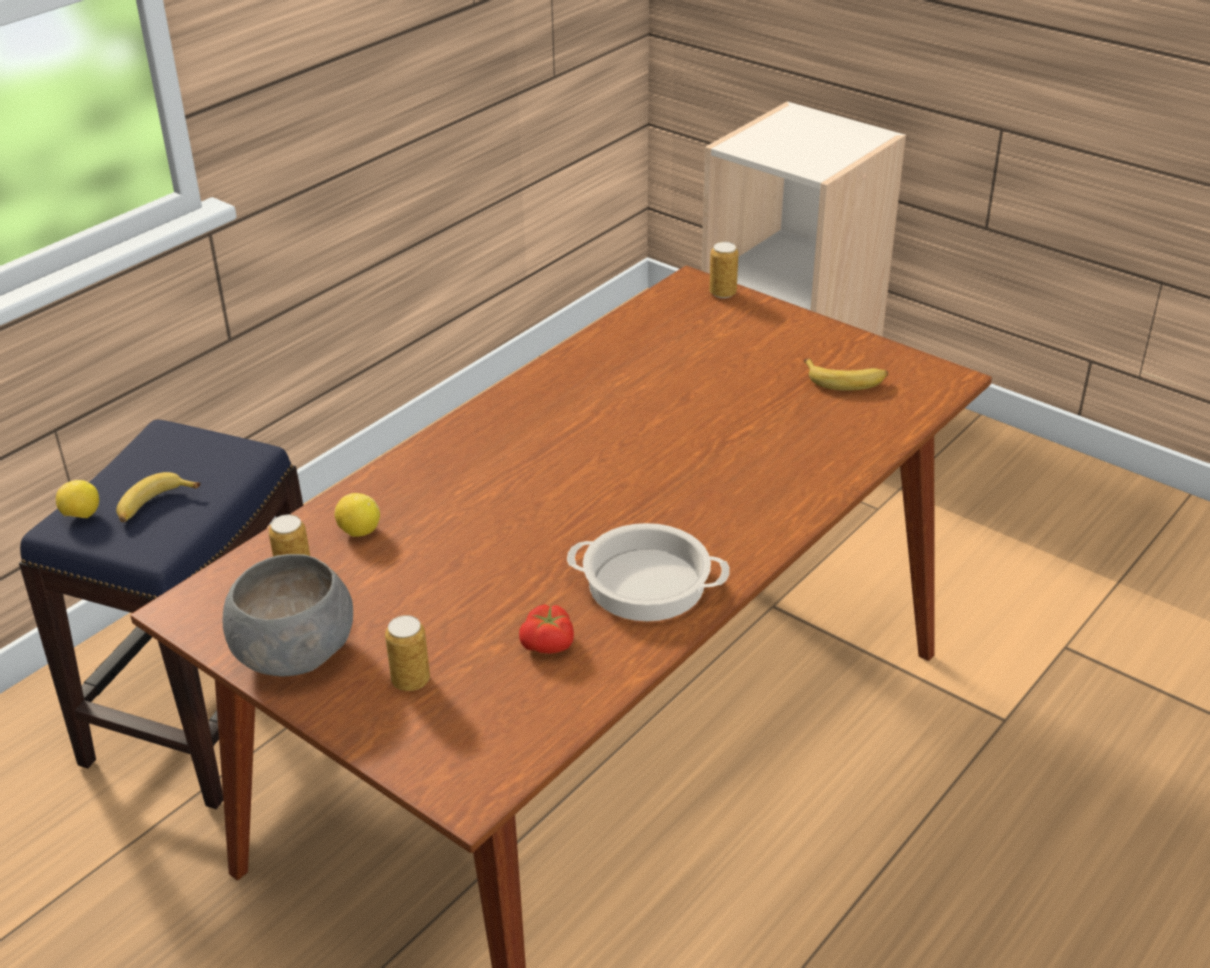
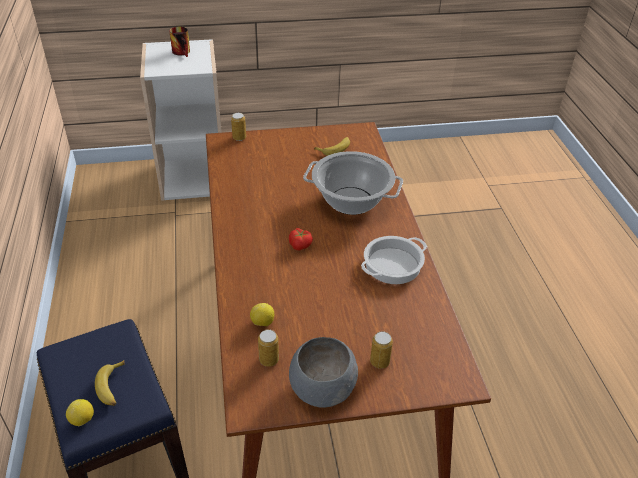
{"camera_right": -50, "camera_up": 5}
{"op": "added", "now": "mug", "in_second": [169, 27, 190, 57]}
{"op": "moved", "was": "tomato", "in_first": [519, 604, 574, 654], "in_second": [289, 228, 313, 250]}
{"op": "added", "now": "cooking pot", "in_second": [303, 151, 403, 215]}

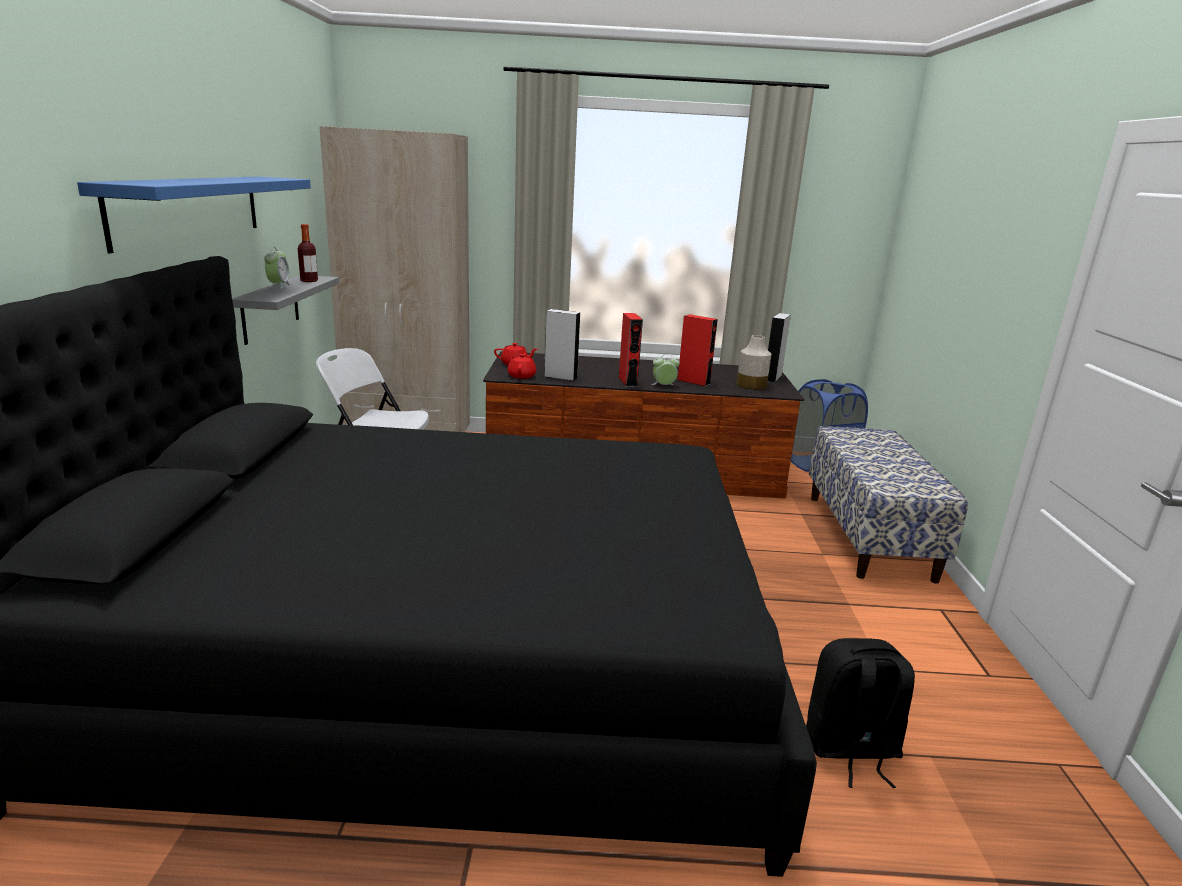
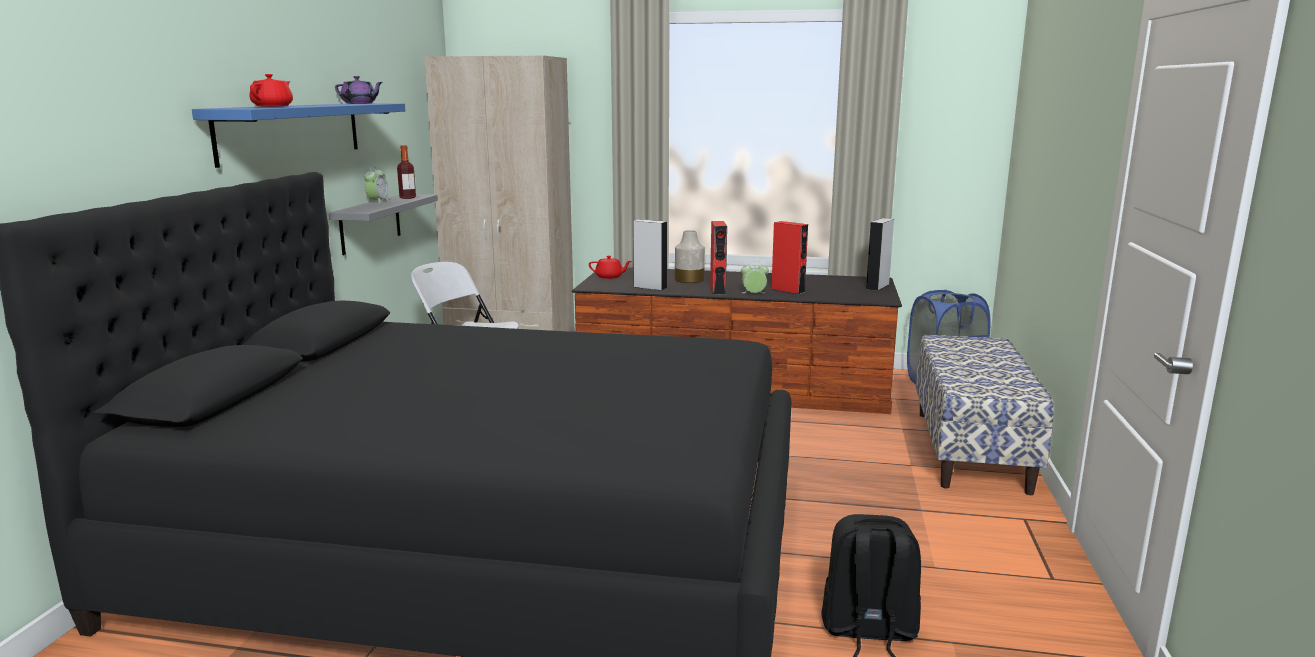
{"camera_right": 10, "camera_up": -5}
{"op": "moved", "was": "red teapot", "in_first": [507, 353, 536, 379], "in_second": [250, 74, 293, 107]}
{"op": "added", "now": "purple teapot", "in_second": [335, 76, 383, 104]}
{"op": "moved", "was": "beige vase", "in_first": [737, 335, 771, 390], "in_second": [675, 230, 705, 283]}

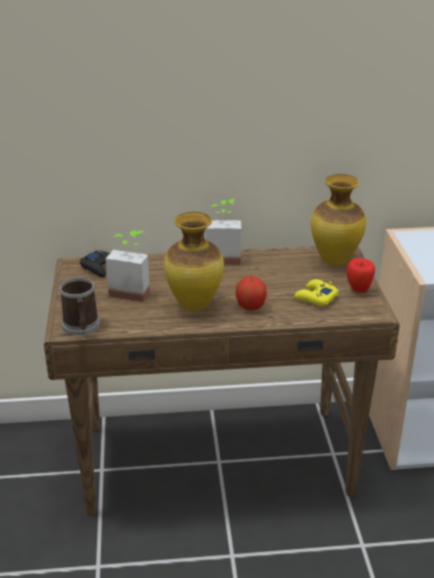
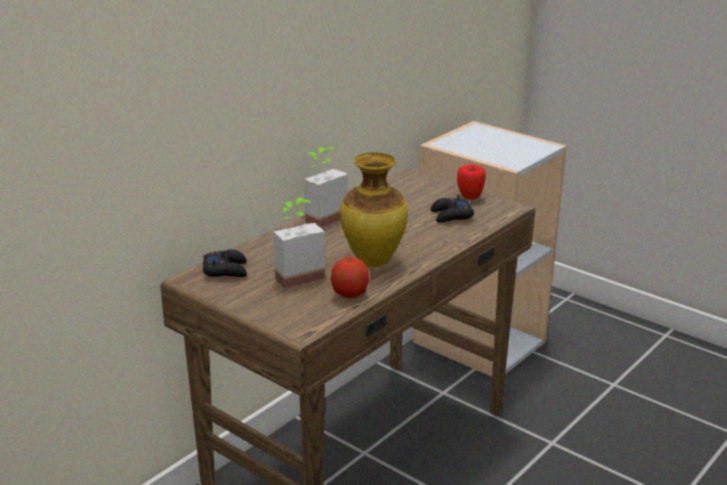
{"camera_right": -45, "camera_up": -5}
{"op": "moved", "was": "apple", "in_first": [235, 276, 267, 311], "in_second": [331, 257, 369, 298]}
{"op": "recoloured", "was": "yellow game controller", "now": "black game controller", "in_first": [294, 279, 339, 306], "in_second": [431, 194, 474, 223]}
{"op": "removed", "was": "mug", "in_first": [59, 277, 100, 336]}
{"op": "removed", "was": "vase", "in_first": [311, 174, 366, 266]}

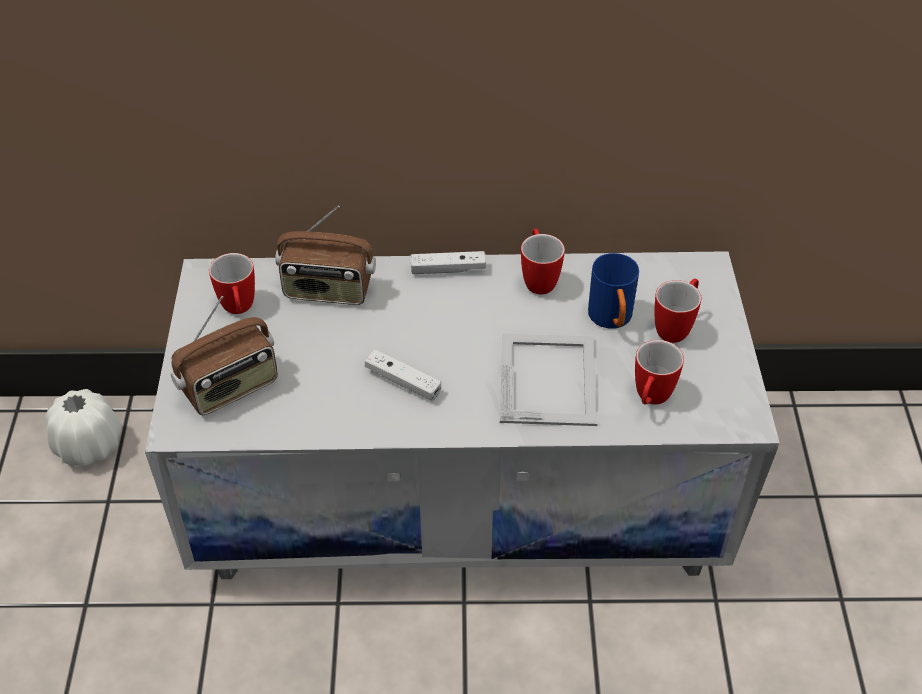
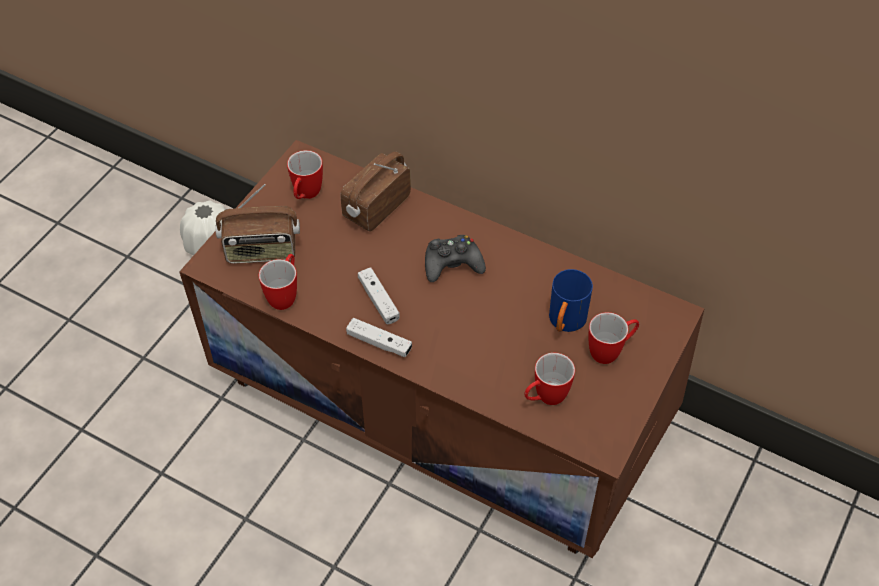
{"camera_right": 30, "camera_up": 5}
{"op": "recoloured", "was": "white tv stand", "now": "brown tv stand", "in_first": [145, 251, 780, 579], "in_second": [179, 140, 704, 558]}
{"op": "moved", "was": "mug", "in_first": [521, 228, 565, 294], "in_second": [259, 254, 297, 310]}
{"op": "turned", "was": "radio", "in_first": [275, 205, 376, 305], "in_second": [340, 152, 411, 232], "clockwise": 90}
{"op": "moved", "was": "white game controller", "in_first": [411, 251, 486, 274], "in_second": [346, 318, 412, 358]}
{"op": "added", "now": "black game controller", "in_second": [425, 235, 486, 282]}
{"op": "removed", "was": "picture frame", "in_first": [500, 334, 597, 426]}

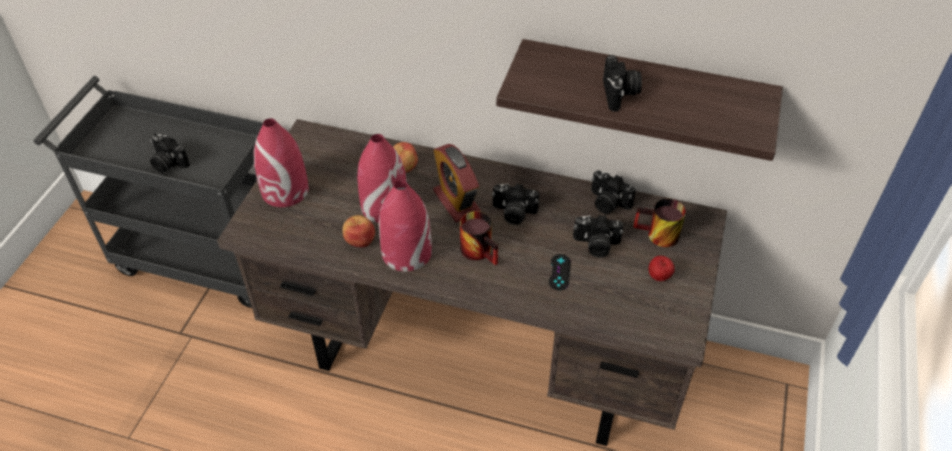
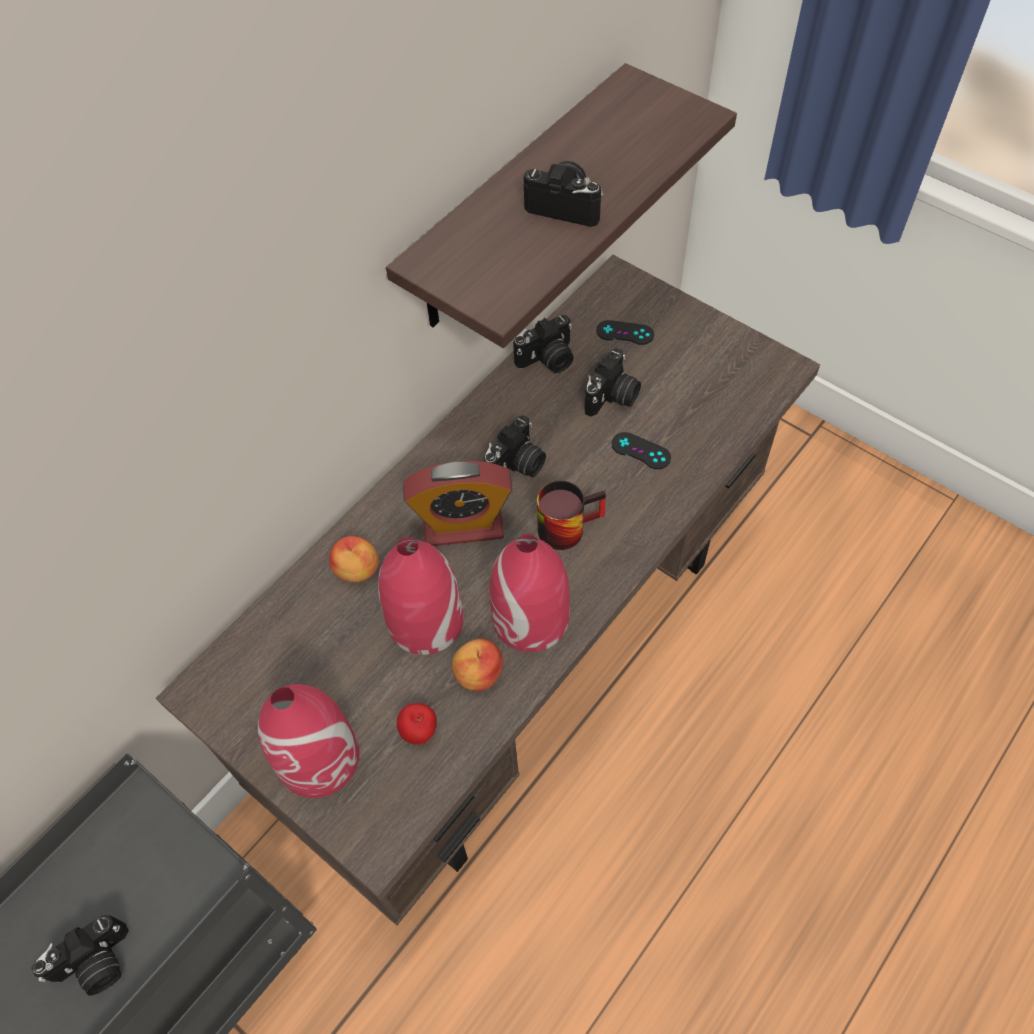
{"camera_right": -65, "camera_up": 10}
{"op": "moved", "was": "apple", "in_first": [649, 256, 675, 281], "in_second": [397, 703, 437, 745]}
{"op": "replaced", "was": "mug", "now": "black game controller", "in_first": [633, 199, 686, 247], "in_second": [596, 320, 654, 345]}

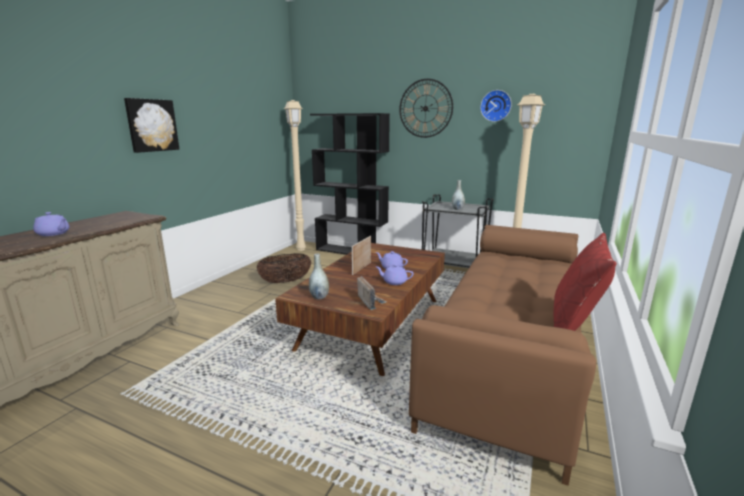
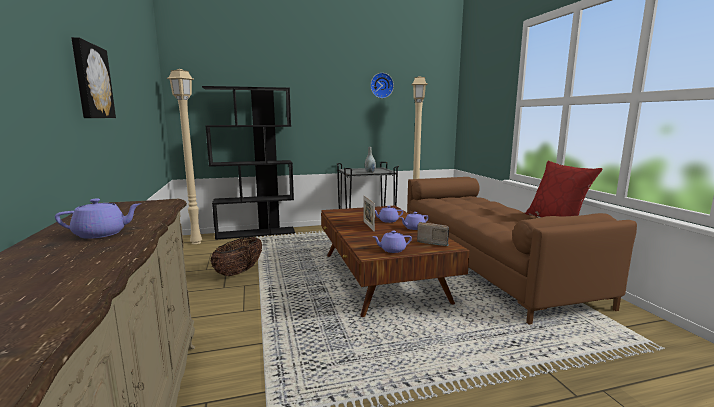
{"camera_right": -40, "camera_up": -5}
{"op": "replaced", "was": "grey vase", "now": "purple teapot", "in_first": [309, 254, 329, 299], "in_second": [372, 231, 412, 253]}
{"op": "removed", "was": "wall clock", "in_first": [399, 79, 453, 138]}

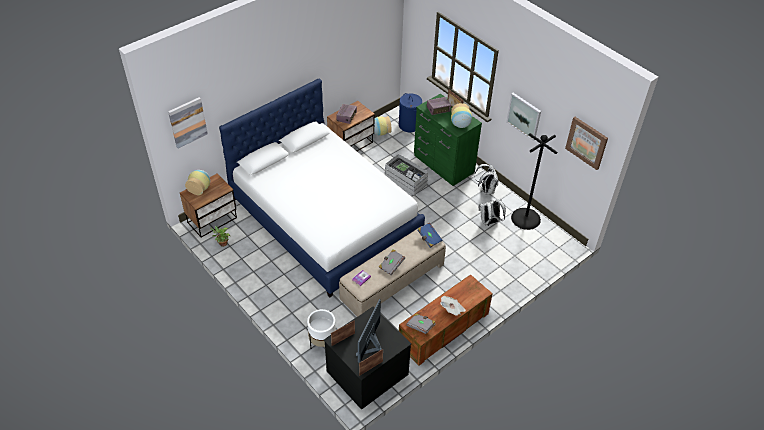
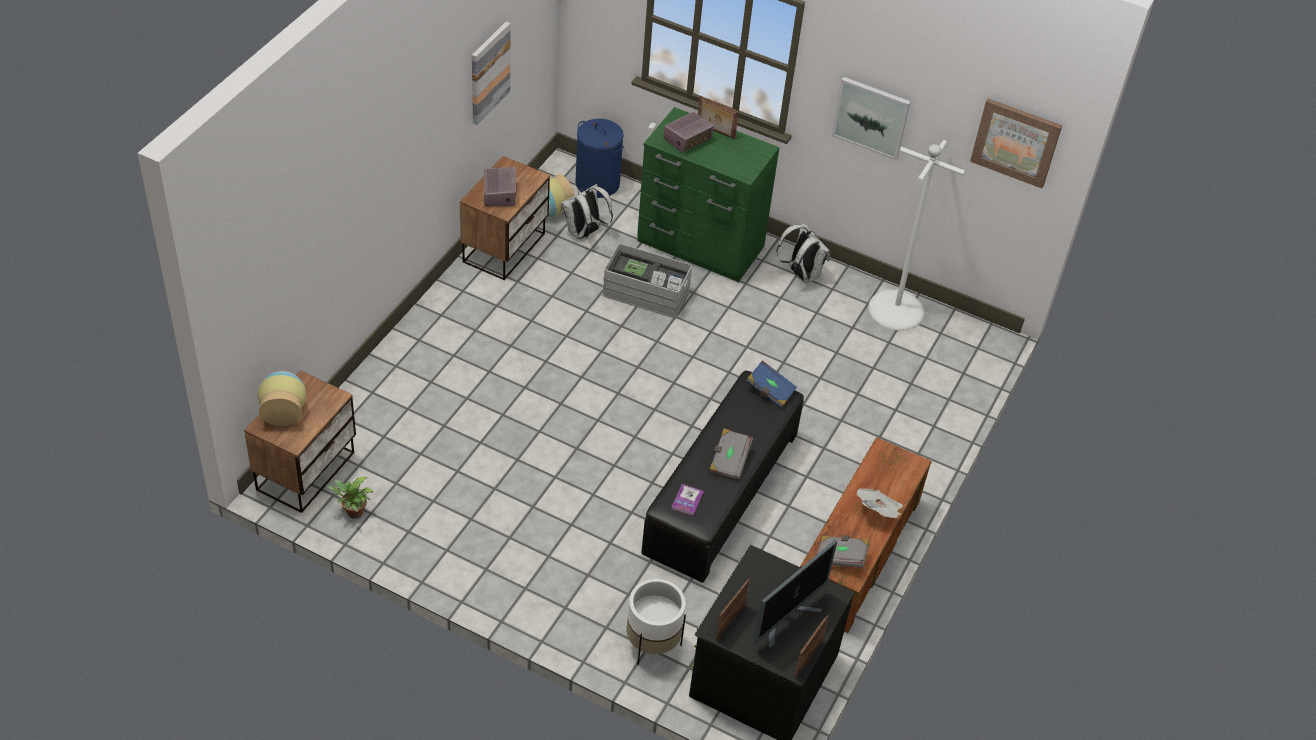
{"camera_right": -25, "camera_up": 0}
{"op": "moved", "was": "picture", "in_first": [168, 97, 208, 148], "in_second": [472, 22, 510, 125]}
{"op": "moved", "was": "white backpack", "in_first": [479, 199, 506, 226], "in_second": [561, 184, 613, 240]}
{"op": "recoloured", "was": "beige bench", "now": "black bench", "in_first": [339, 226, 446, 317], "in_second": [641, 371, 804, 583]}
{"op": "turned", "was": "monitor", "in_first": [356, 299, 382, 363], "in_second": [754, 540, 837, 648], "clockwise": -135}
{"op": "recoloured", "was": "black clothes rack", "now": "white clothes rack", "in_first": [511, 133, 557, 230], "in_second": [868, 140, 965, 331]}
{"op": "removed", "was": "white bed", "in_first": [219, 79, 425, 297]}
{"op": "removed", "was": "vase", "in_first": [451, 103, 472, 128]}

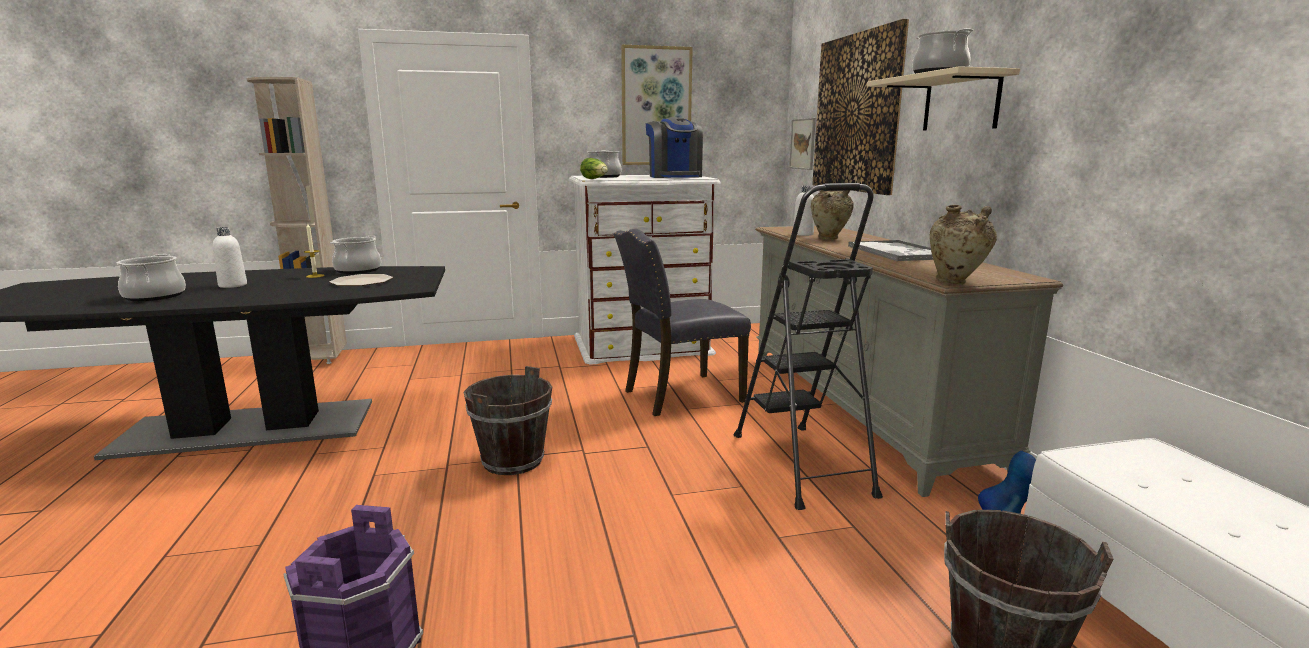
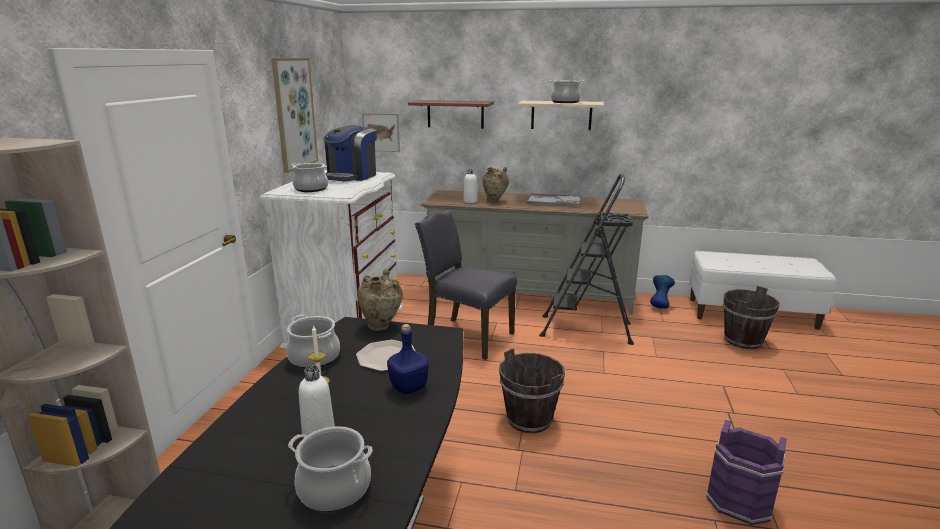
{"camera_right": -65, "camera_up": 5}
{"op": "turned", "was": "coffee machine", "in_first": [646, 117, 703, 178], "in_second": [323, 125, 377, 182], "clockwise": 105}
{"op": "moved", "was": "beige vase", "in_first": [929, 205, 997, 284], "in_second": [357, 269, 403, 331]}
{"op": "added", "now": "blue bottle", "in_second": [387, 324, 429, 394]}
{"op": "replaced", "was": "picture", "now": "brown shelf", "in_first": [812, 19, 909, 195], "in_second": [408, 100, 494, 129]}
{"op": "turned", "was": "grey chair", "in_first": [613, 228, 751, 416], "in_second": [415, 210, 517, 360], "clockwise": 120}
{"op": "removed", "was": "lettuce", "in_first": [580, 158, 608, 179]}

